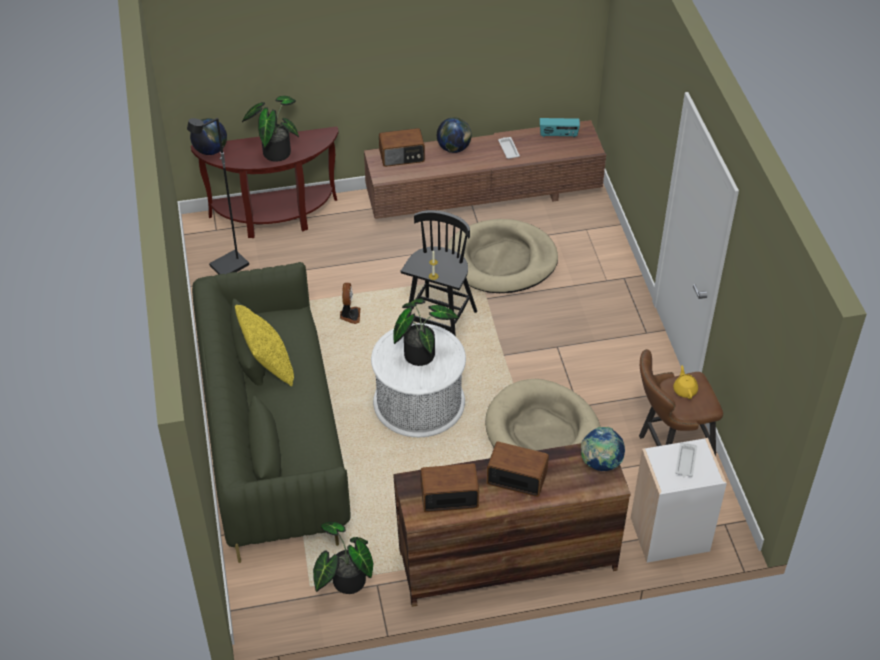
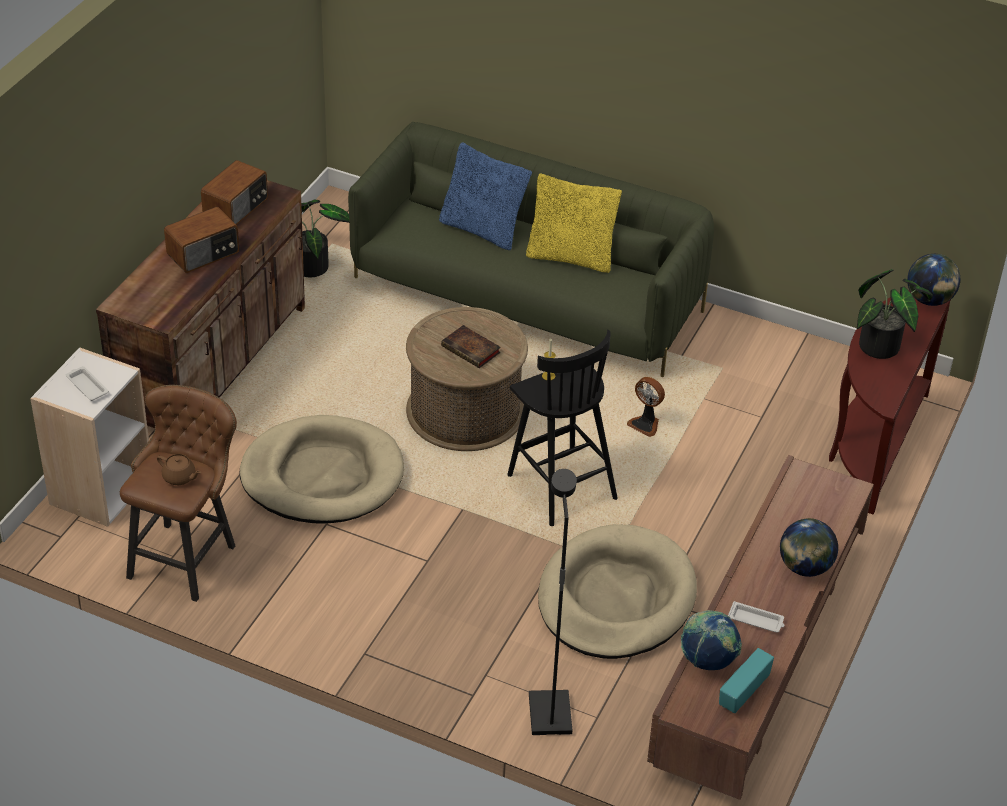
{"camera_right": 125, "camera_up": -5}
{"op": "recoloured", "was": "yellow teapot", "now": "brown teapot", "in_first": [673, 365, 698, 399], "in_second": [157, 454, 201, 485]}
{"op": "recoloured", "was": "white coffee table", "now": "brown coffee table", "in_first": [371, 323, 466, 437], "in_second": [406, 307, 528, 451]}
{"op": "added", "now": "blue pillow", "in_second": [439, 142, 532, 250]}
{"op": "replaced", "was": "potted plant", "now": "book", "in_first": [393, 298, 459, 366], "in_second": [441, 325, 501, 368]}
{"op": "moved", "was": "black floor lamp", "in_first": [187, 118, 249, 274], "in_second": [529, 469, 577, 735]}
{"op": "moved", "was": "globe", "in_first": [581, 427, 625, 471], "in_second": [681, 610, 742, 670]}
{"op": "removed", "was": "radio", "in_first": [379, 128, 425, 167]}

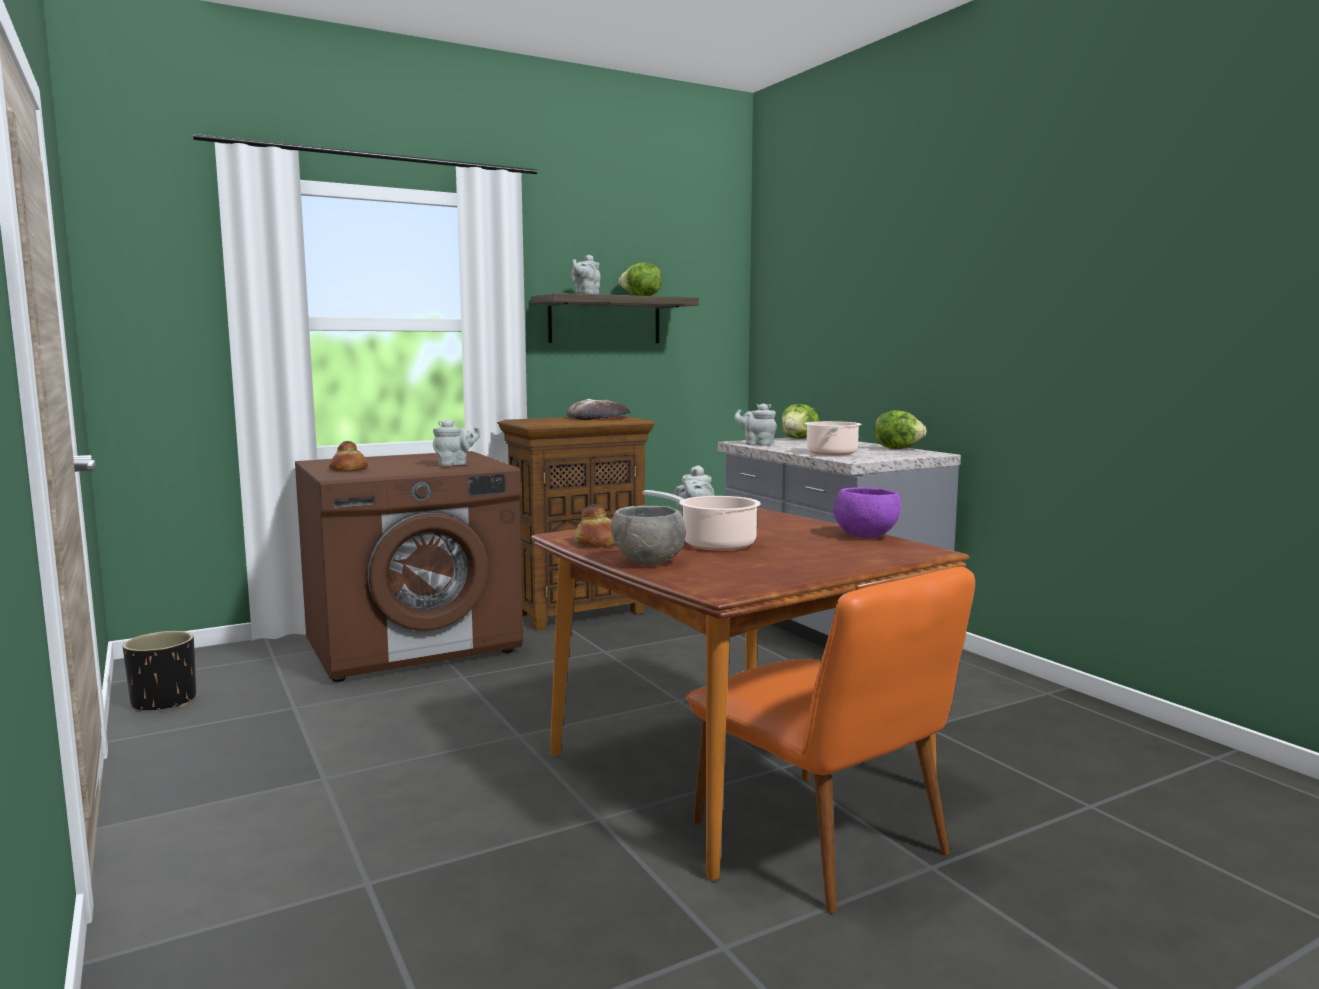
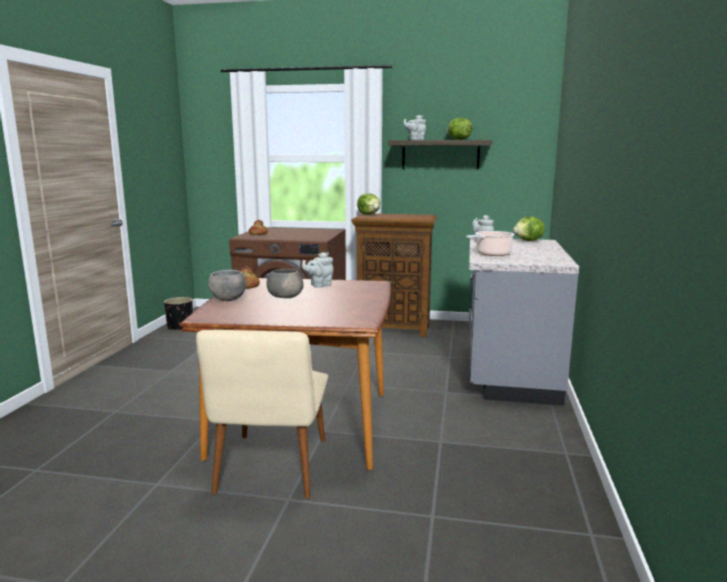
{"camera_right": 40, "camera_up": 5}
{"op": "recoloured", "was": "orange chair", "now": "beige chair", "in_first": [686, 567, 975, 914], "in_second": [196, 330, 328, 499]}
{"op": "replaced", "was": "cooking pot", "now": "grey bowl", "in_first": [643, 490, 761, 551], "in_second": [266, 269, 304, 298]}
{"op": "moved", "was": "lettuce", "in_first": [874, 410, 927, 449], "in_second": [357, 193, 380, 215]}
{"op": "removed", "was": "grey teapot", "in_first": [433, 419, 480, 466]}
{"op": "removed", "was": "bread", "in_first": [567, 399, 630, 420]}
{"op": "removed", "was": "purple bowl", "in_first": [833, 487, 901, 538]}

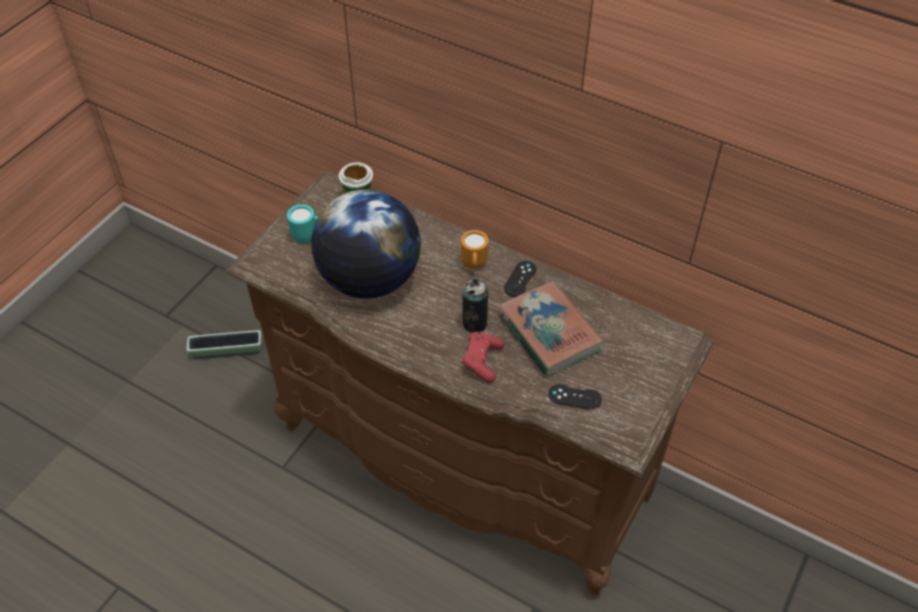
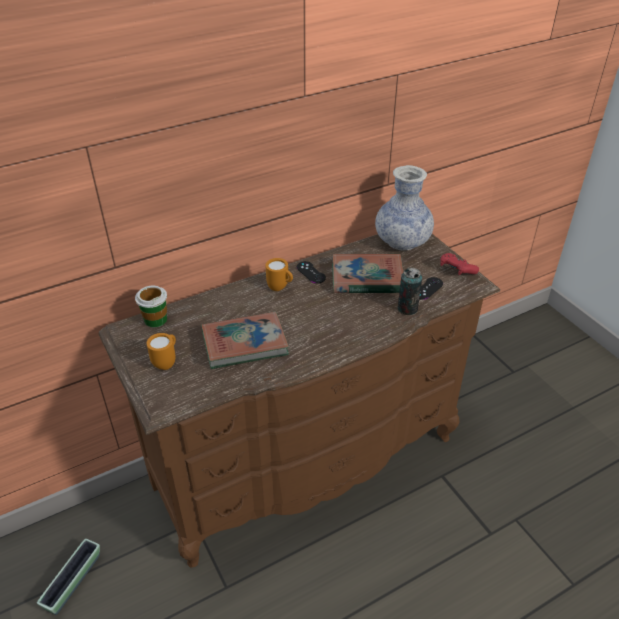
{"camera_right": -60, "camera_up": -10}
{"op": "recoloured", "was": "turquoise mug", "now": "orange mug", "in_first": [287, 204, 318, 244], "in_second": [147, 333, 176, 370]}
{"op": "replaced", "was": "globe", "now": "book", "in_first": [311, 189, 421, 299], "in_second": [201, 312, 289, 369]}
{"op": "added", "now": "vase", "in_second": [375, 165, 434, 250]}
{"op": "moved", "was": "can", "in_first": [462, 279, 488, 333], "in_second": [397, 268, 422, 315]}
{"op": "moved", "was": "red game controller", "in_first": [461, 332, 505, 383], "in_second": [440, 253, 479, 275]}

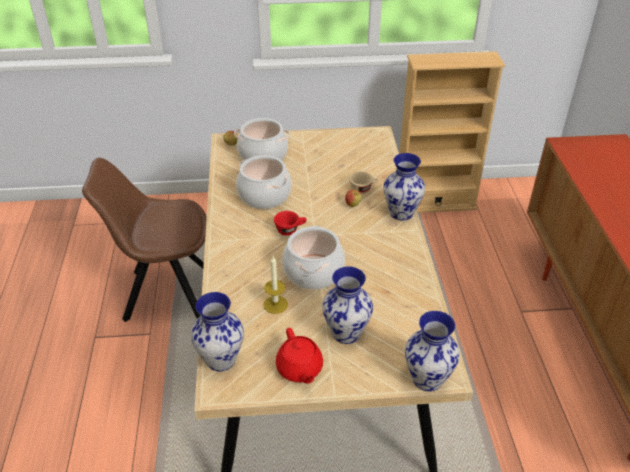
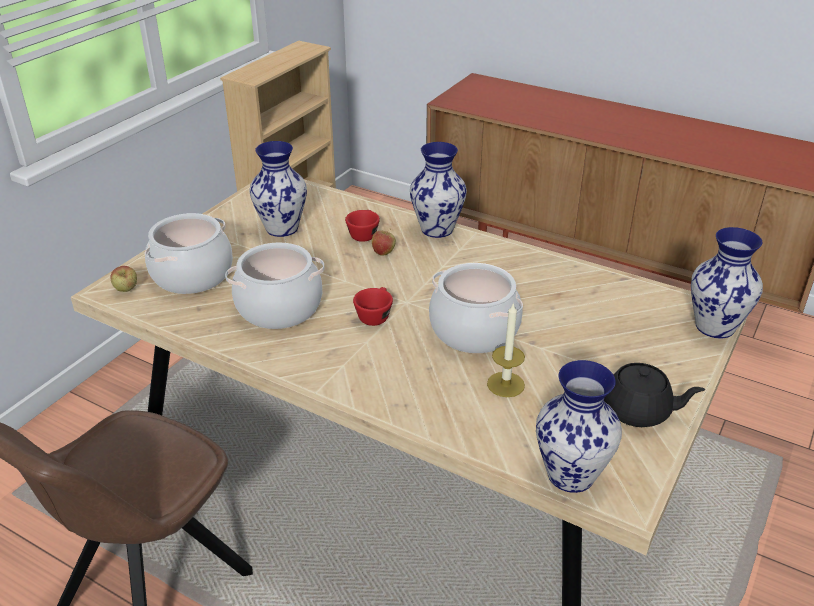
{"camera_right": -55, "camera_up": -5}
{"op": "moved", "was": "vase", "in_first": [322, 266, 373, 344], "in_second": [250, 141, 307, 237]}
{"op": "recoloured", "was": "beige cup", "now": "red cup", "in_first": [349, 172, 378, 194], "in_second": [345, 210, 380, 242]}
{"op": "recoloured", "was": "red teapot", "now": "black teapot", "in_first": [276, 328, 323, 384], "in_second": [604, 363, 705, 427]}

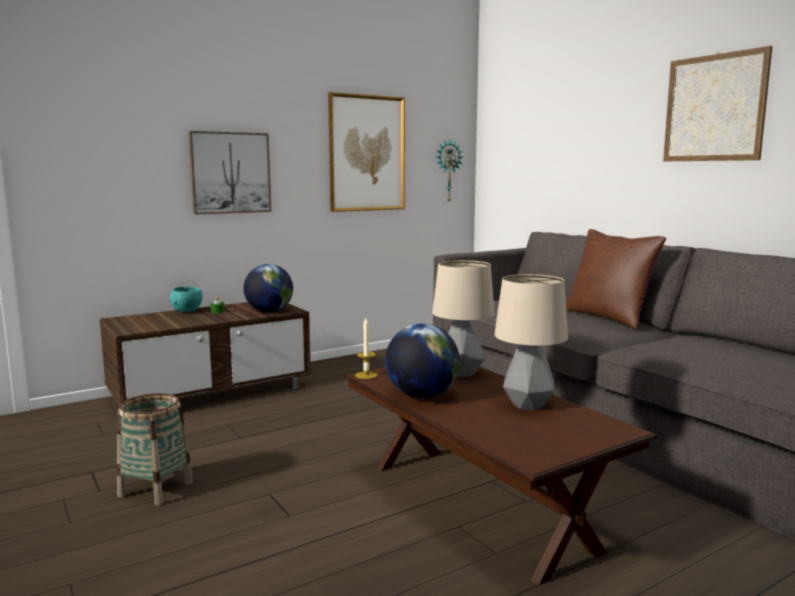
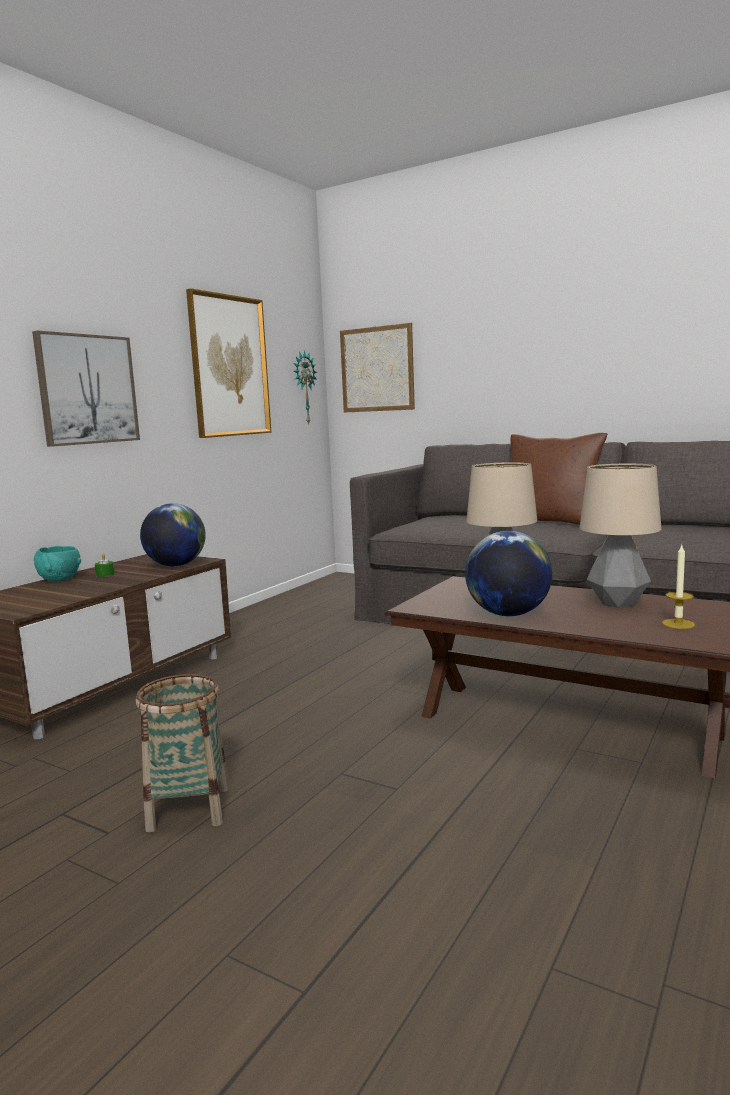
{"camera_right": -25, "camera_up": 0}
{"op": "moved", "was": "picture", "in_first": [663, 46, 772, 161], "in_second": [340, 323, 415, 413]}
{"op": "moved", "was": "candle", "in_first": [355, 318, 378, 379], "in_second": [662, 545, 695, 629]}

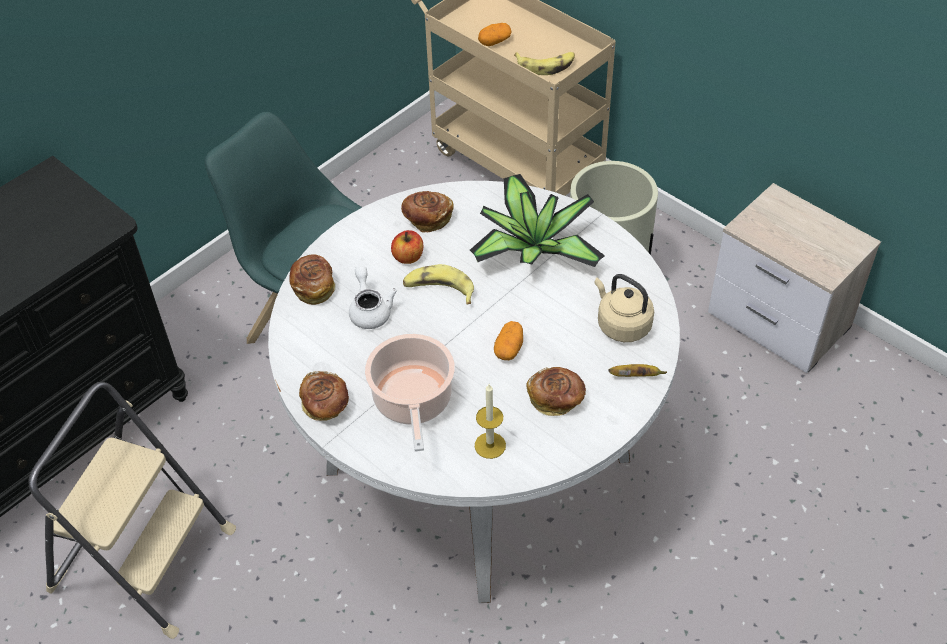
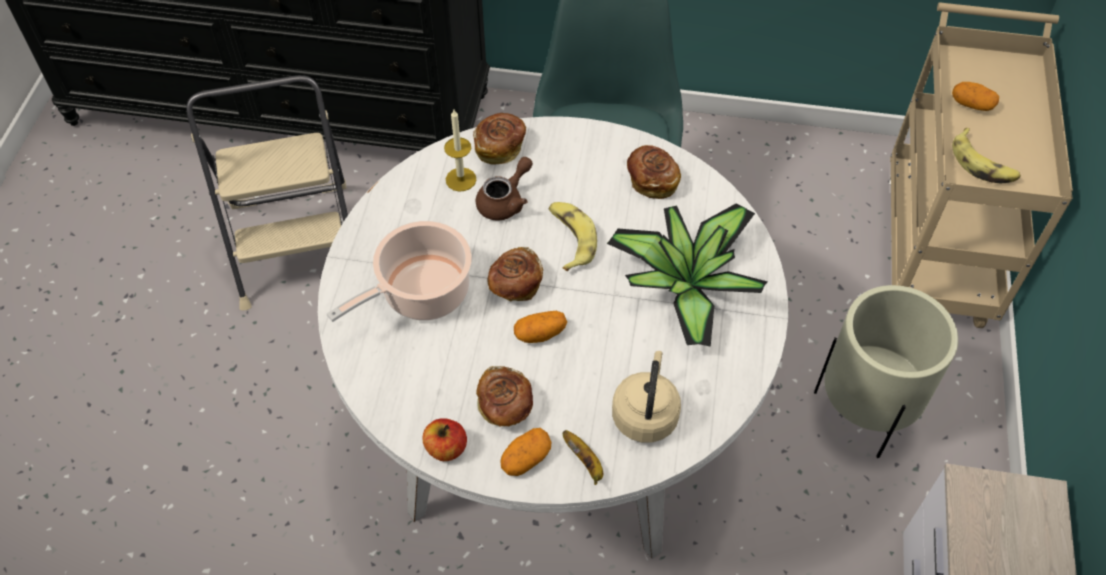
{"camera_right": 55, "camera_up": 5}
{"op": "moved", "was": "apple", "in_first": [391, 230, 423, 264], "in_second": [422, 418, 467, 461]}
{"op": "moved", "was": "candle", "in_first": [475, 384, 506, 459], "in_second": [444, 110, 476, 192]}
{"op": "recoloured", "was": "white teapot", "now": "brown teapot", "in_first": [349, 266, 397, 329], "in_second": [476, 157, 533, 220]}
{"op": "moved", "was": "bread", "in_first": [299, 371, 349, 421], "in_second": [487, 247, 543, 301]}
{"op": "added", "now": "potato", "in_second": [500, 428, 551, 476]}

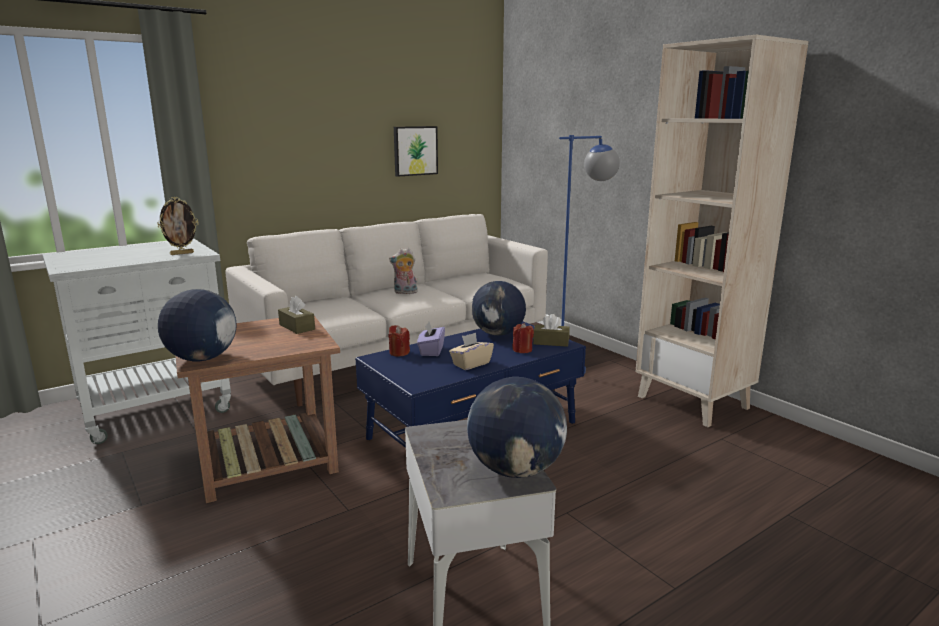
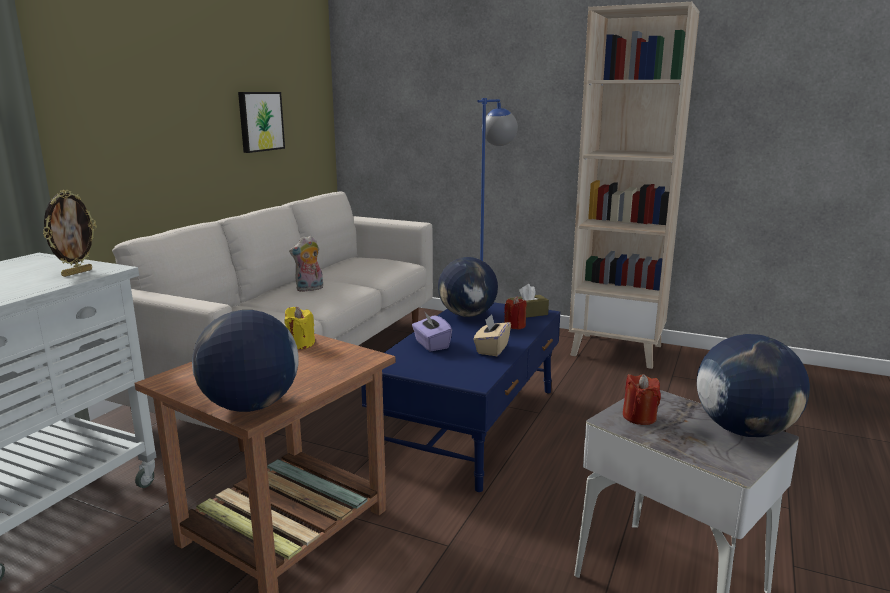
{"camera_right": -30, "camera_up": 0}
{"op": "replaced", "was": "brown tissue box", "now": "yellow candle", "in_first": [278, 296, 315, 334], "in_second": [285, 307, 315, 349]}
{"op": "moved", "was": "red candle", "in_first": [389, 325, 410, 356], "in_second": [623, 374, 661, 425]}

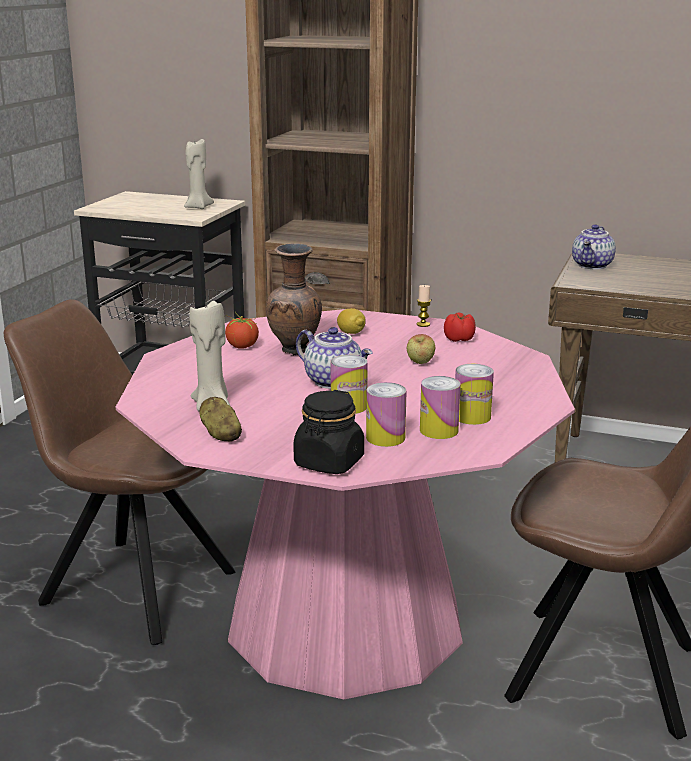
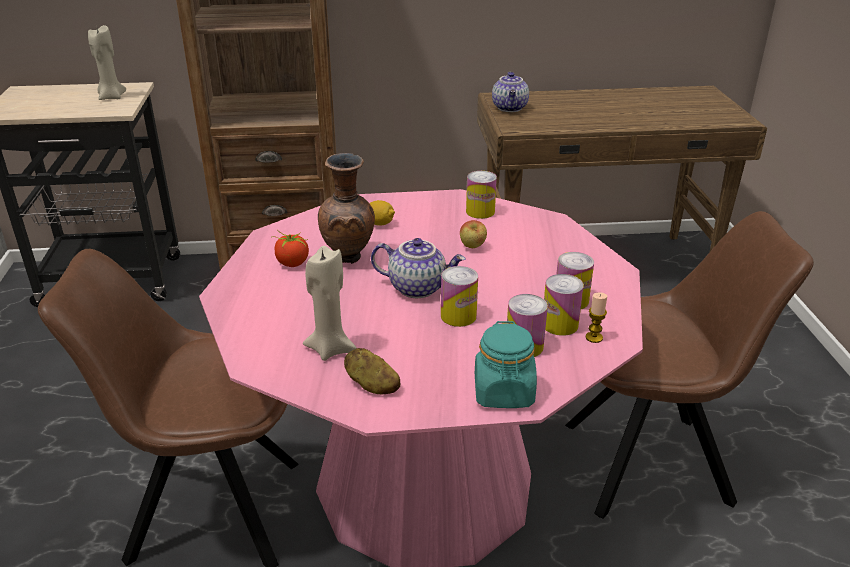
{"camera_right": -25, "camera_up": 10}
{"op": "replaced", "was": "tomato", "now": "can", "in_first": [444, 313, 476, 342], "in_second": [466, 171, 497, 219]}
{"op": "recoloured", "was": "black jar", "now": "turquoise jar", "in_first": [293, 390, 364, 474], "in_second": [475, 321, 537, 408]}
{"op": "moved", "was": "candle", "in_first": [416, 285, 431, 327], "in_second": [585, 292, 607, 343]}

